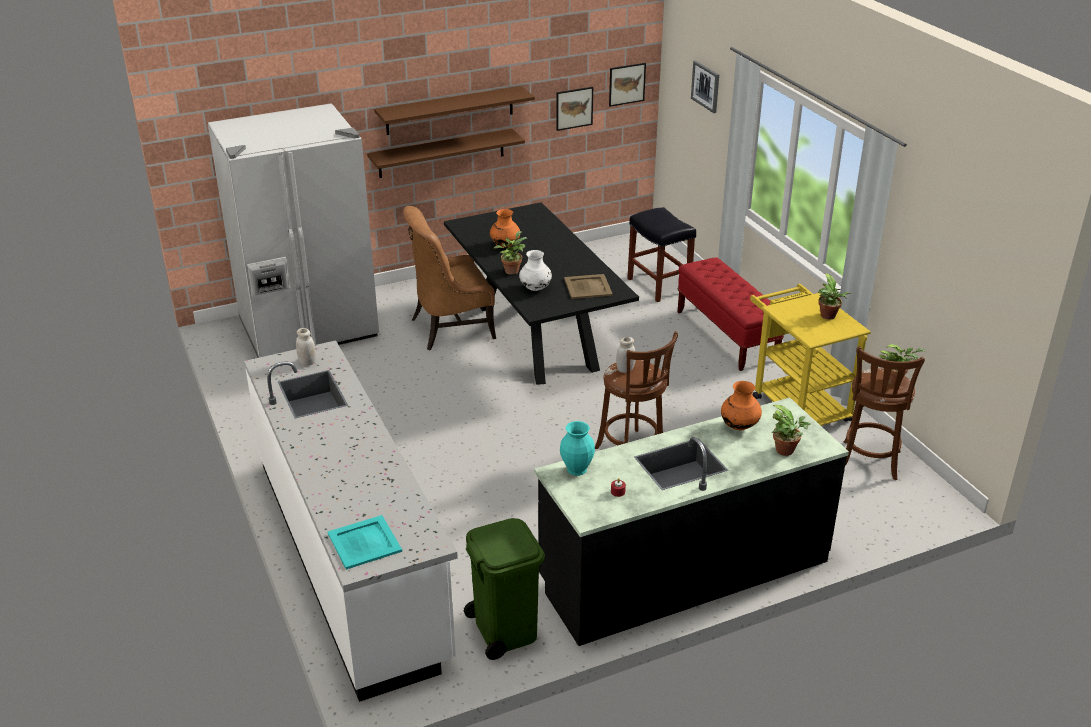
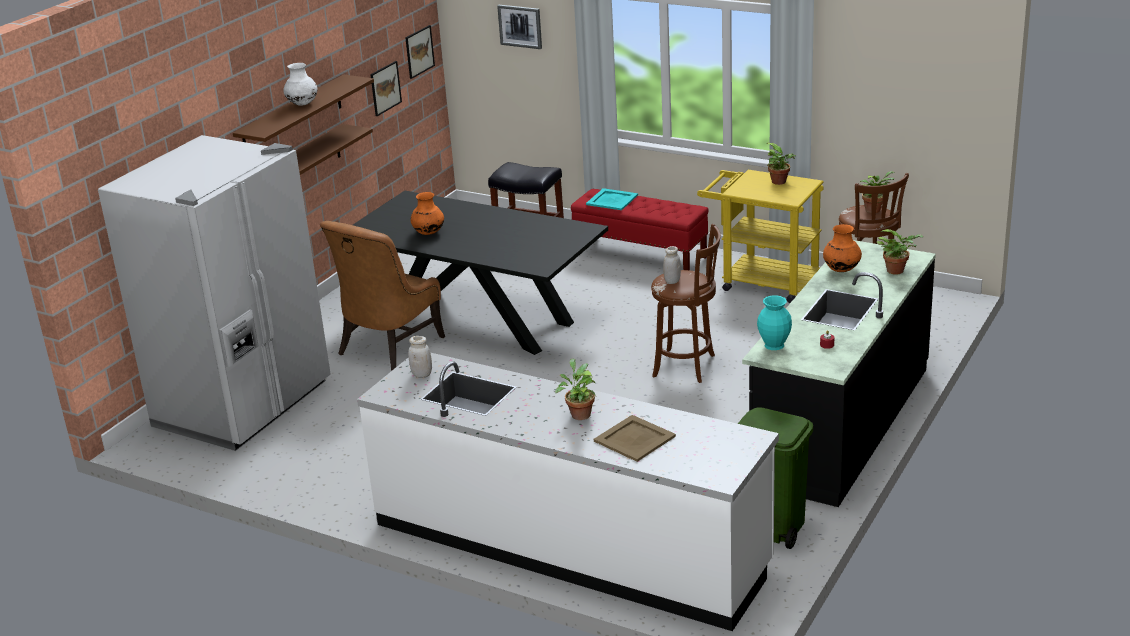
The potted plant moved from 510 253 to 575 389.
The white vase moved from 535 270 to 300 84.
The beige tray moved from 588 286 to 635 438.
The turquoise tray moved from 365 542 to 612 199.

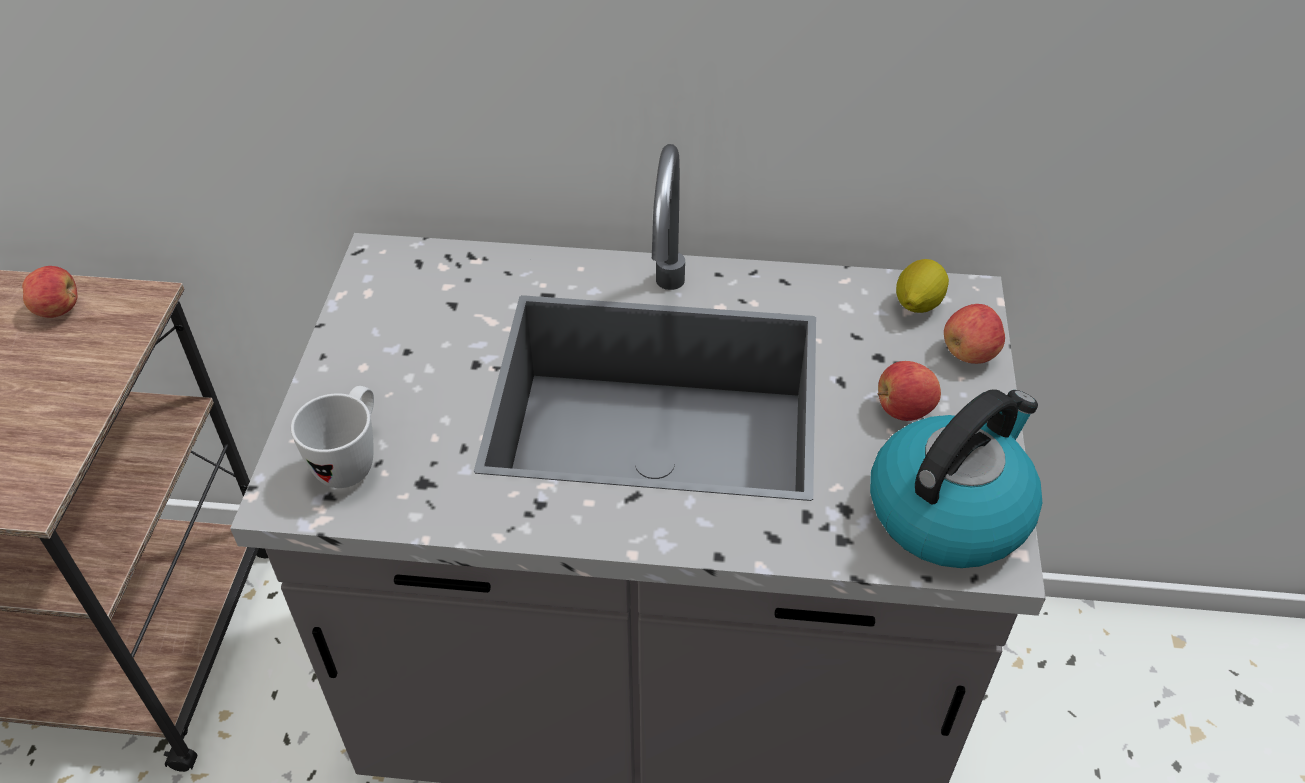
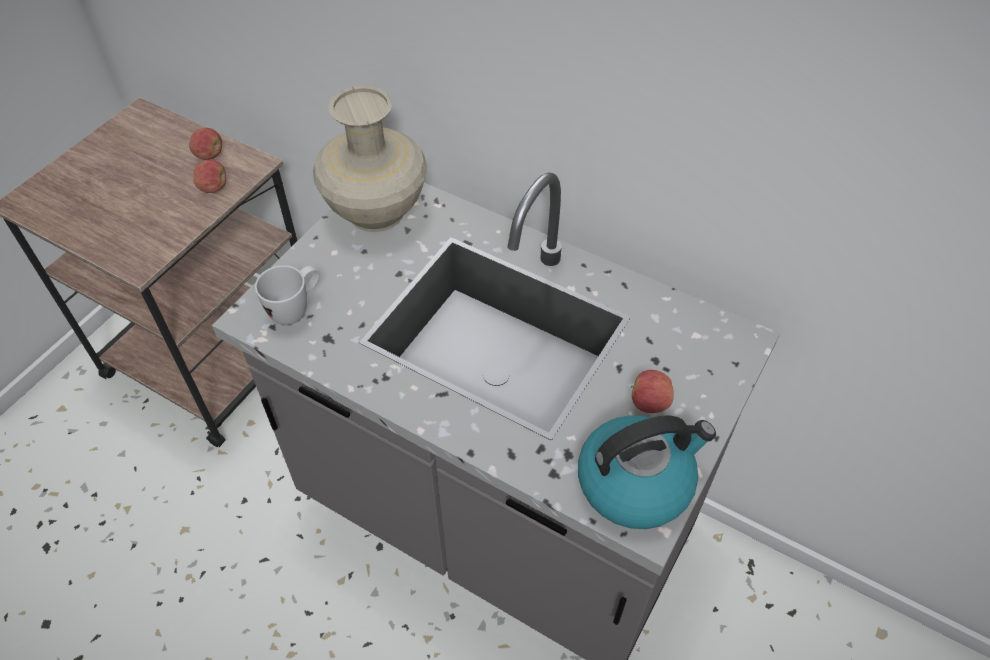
The lemon at 922 286 disappeared.
The apple moved from 974 334 to 209 176.
The beige vase at 370 158 appeared.

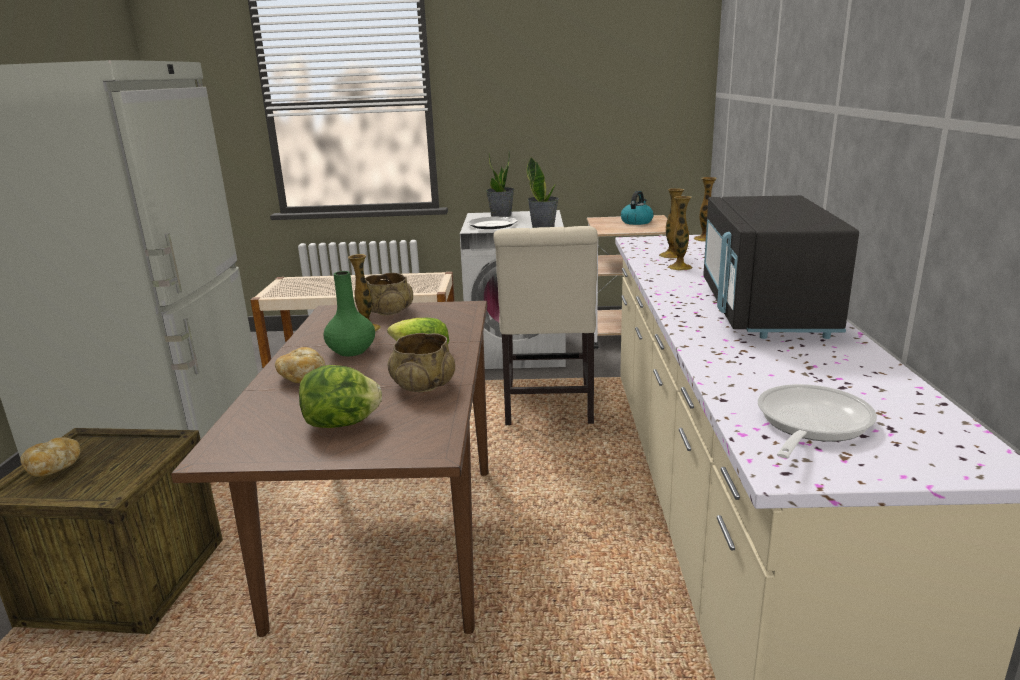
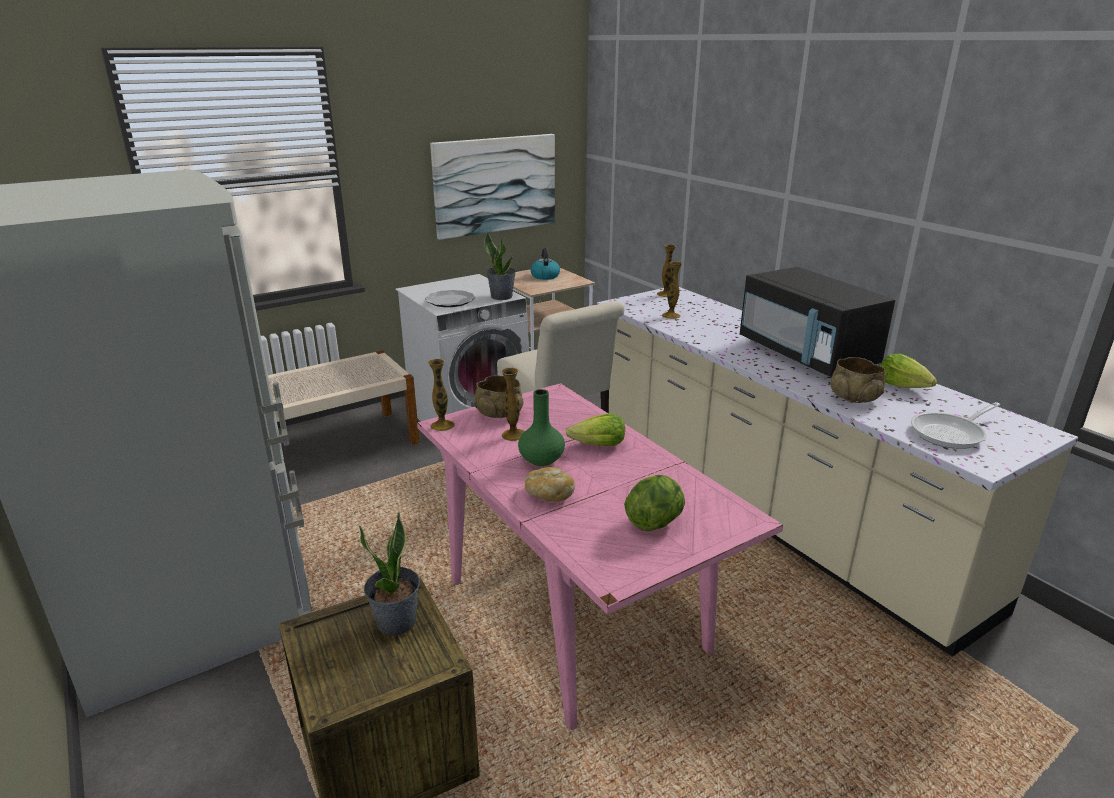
The potted plant moved from 500 184 to 389 574.
The vase moved from 680 233 to 441 395.
The brown dining table at 329 469 became the pink dining table at 600 556.
The beige bowl moved from 421 362 to 858 380.
The frying pan at 817 421 turned 120 degrees counterclockwise.
The bread at 50 457 disappeared.
The picture at 492 187 appeared.
The lettuce at 908 371 appeared.

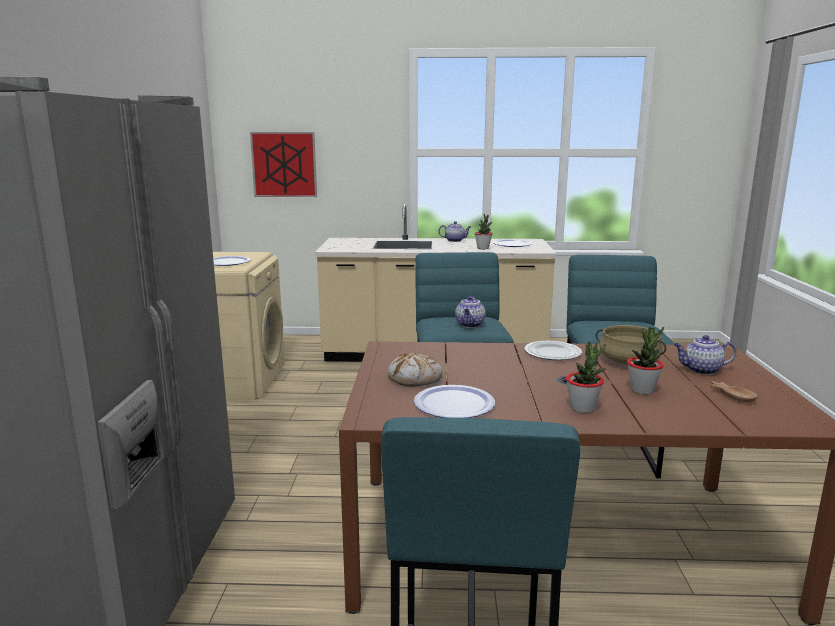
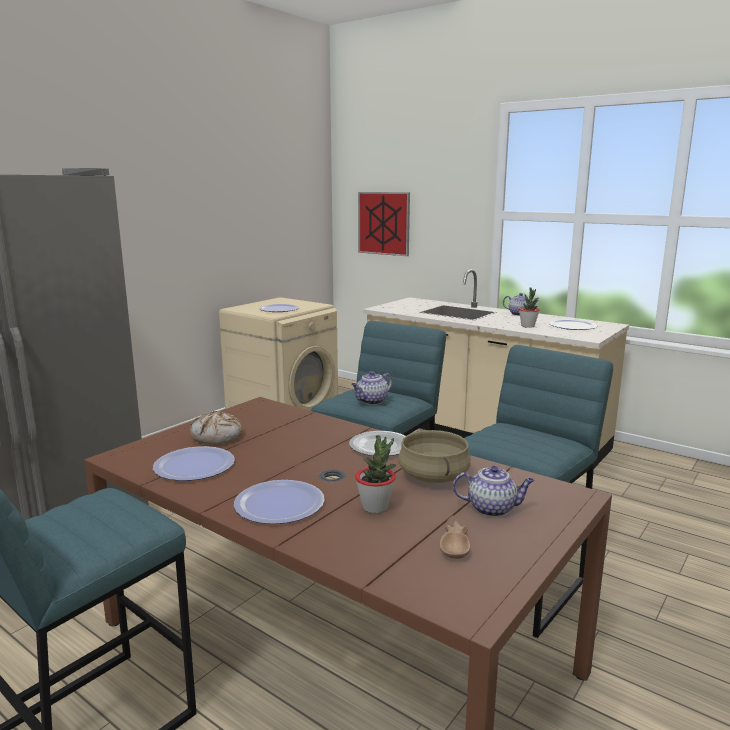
The teapot at 705 355 turned 150 degrees clockwise.
The potted plant at 586 377 was replaced by the plate at 279 502.

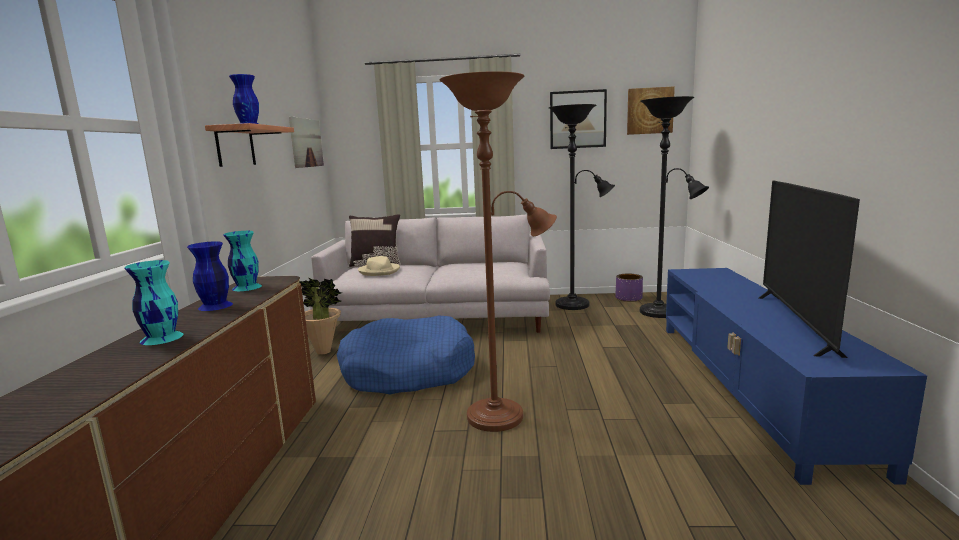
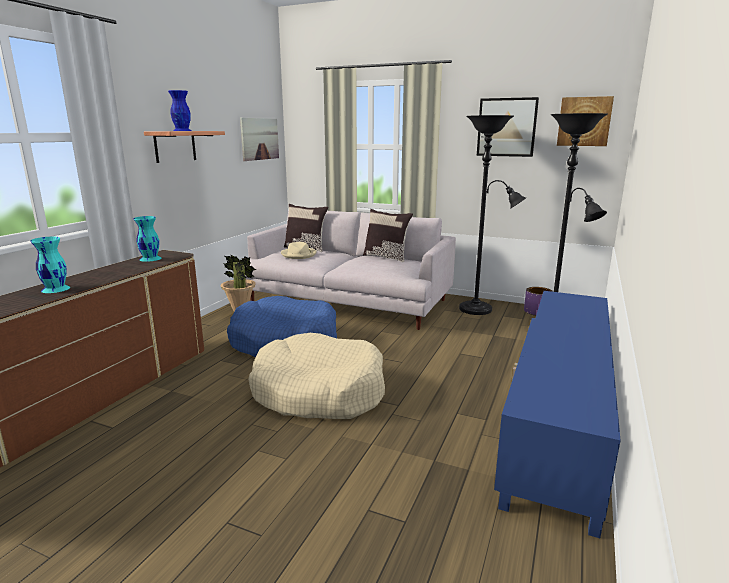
The brown floor lamp at 498 251 was replaced by the beige dog bed at 316 376.
The television at 809 269 disappeared.
The blue vase at 210 276 disappeared.
The pillow at 388 235 appeared.

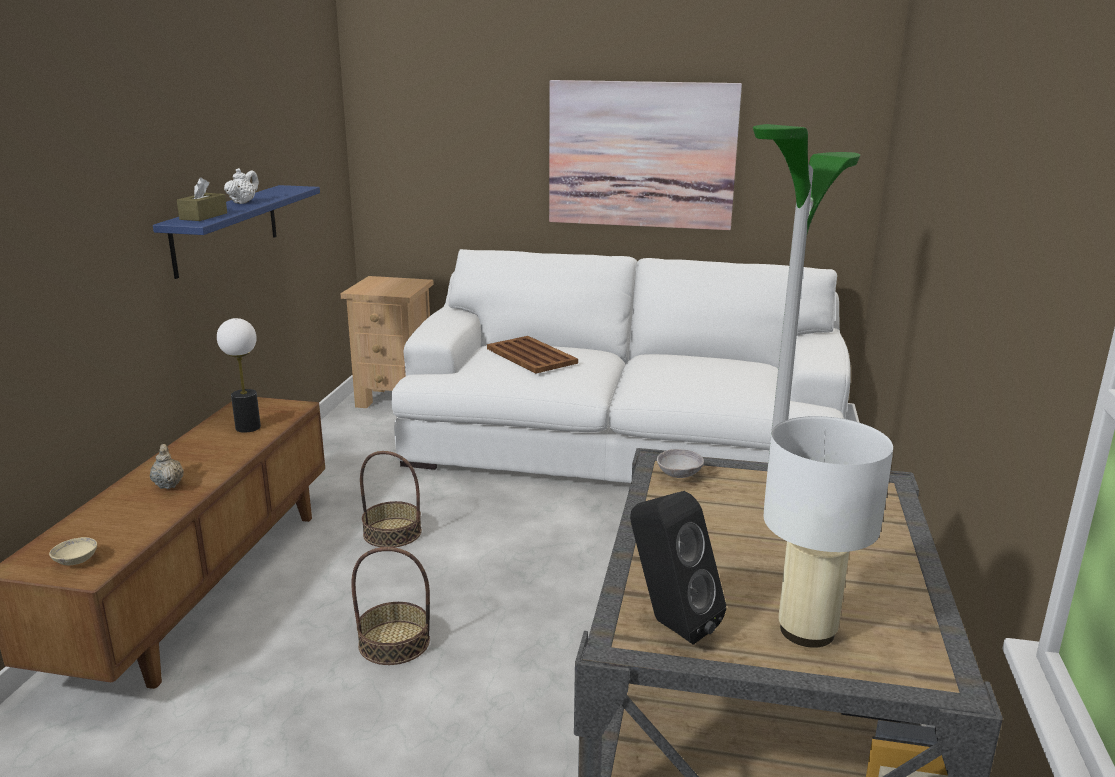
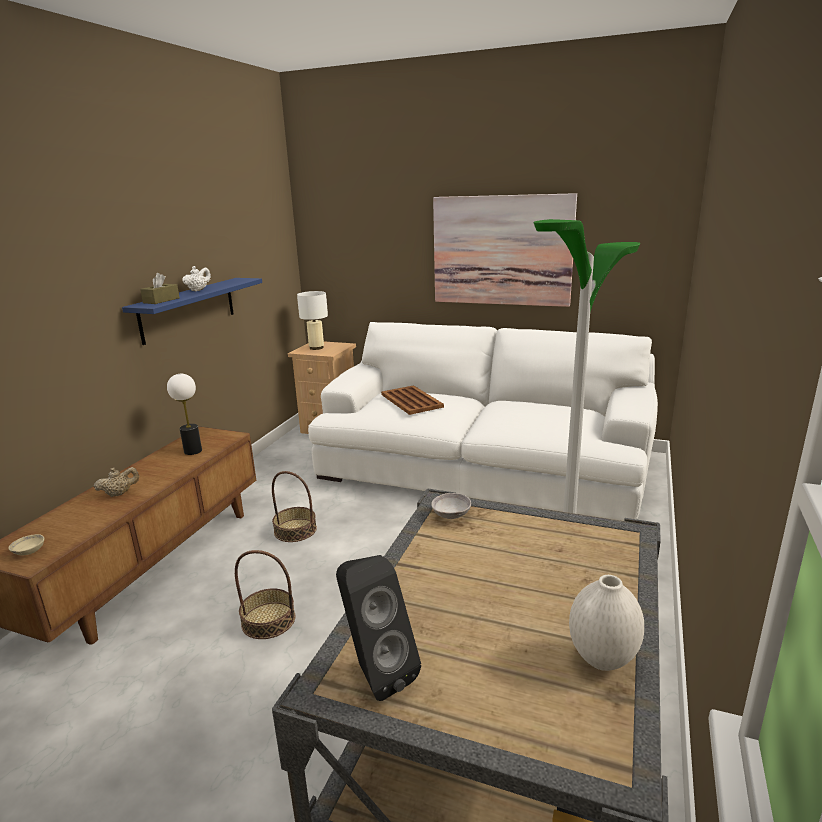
The white table lamp moved from 828 532 to 312 320.
The beige teapot at 167 466 turned 75 degrees clockwise.
The white vase at 606 623 appeared.

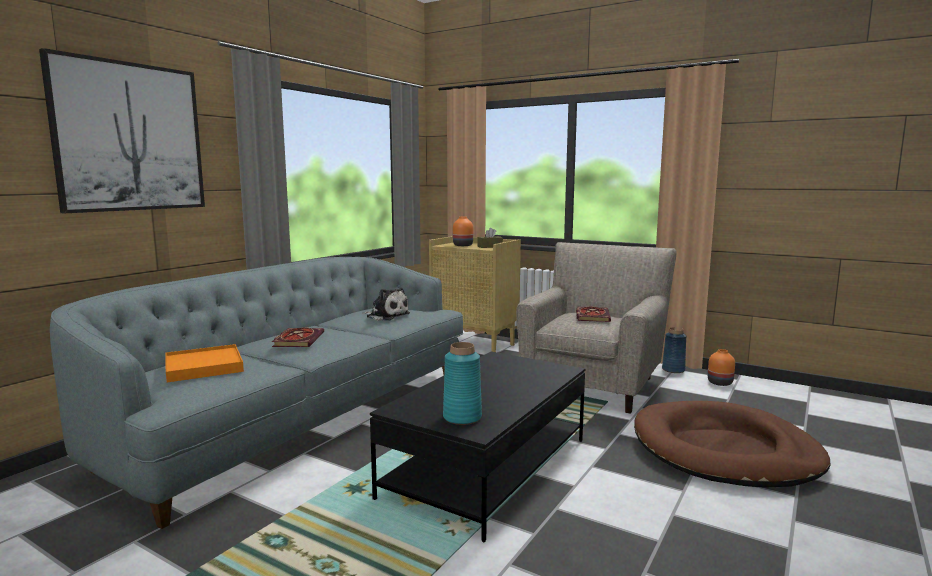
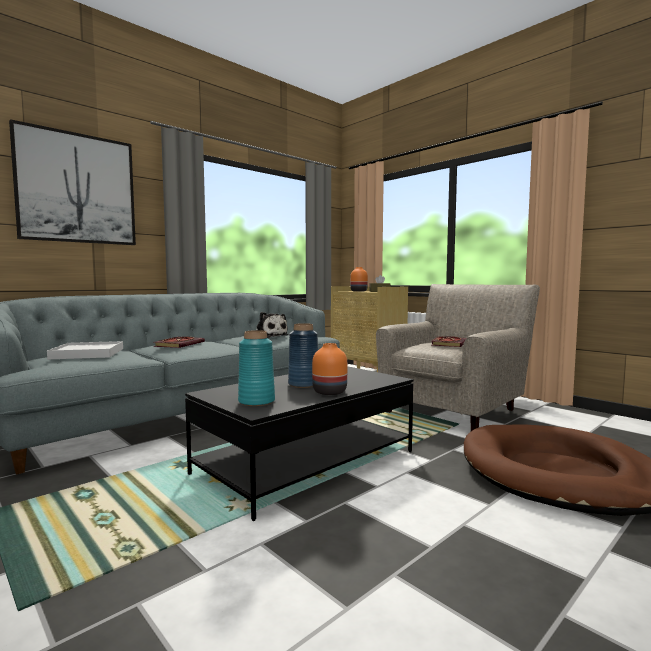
The blue vase moved from 674 350 to 303 355.
The orange tray at 204 363 became the white tray at 85 350.
The orange vase moved from 721 367 to 329 369.

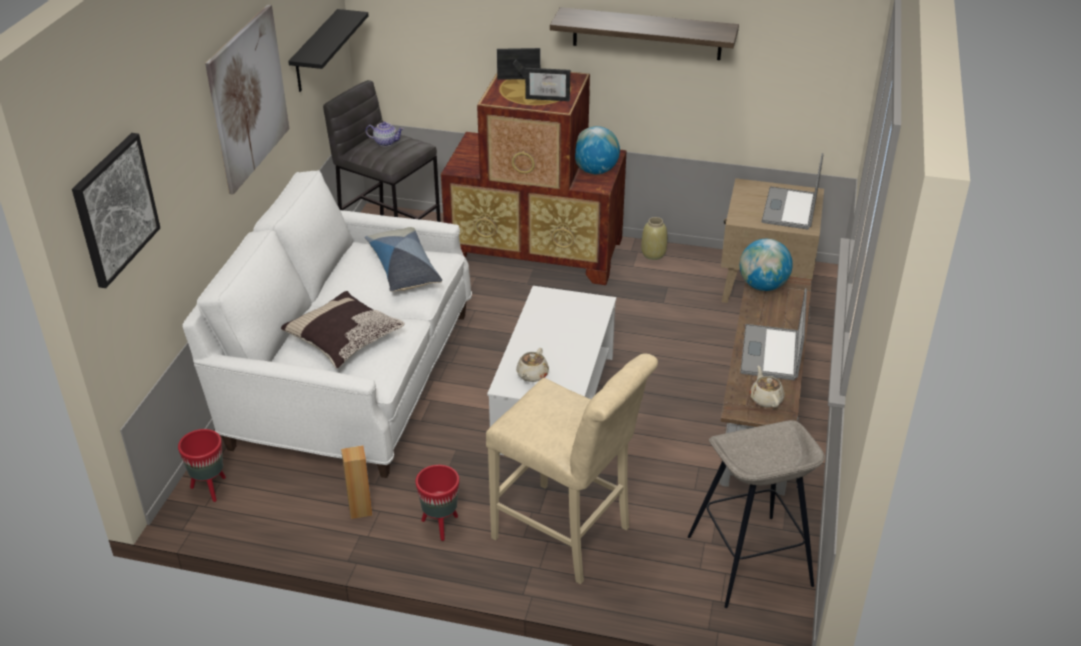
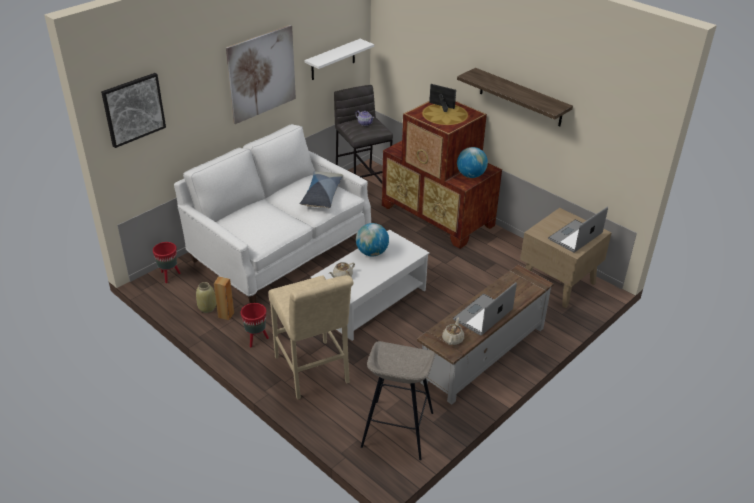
The black shelf at 328 50 became the white shelf at 339 59.
The picture frame at 547 84 disappeared.
The beige vase moved from 654 238 to 206 297.
The globe moved from 766 265 to 372 239.
The pillow at 343 329 disappeared.

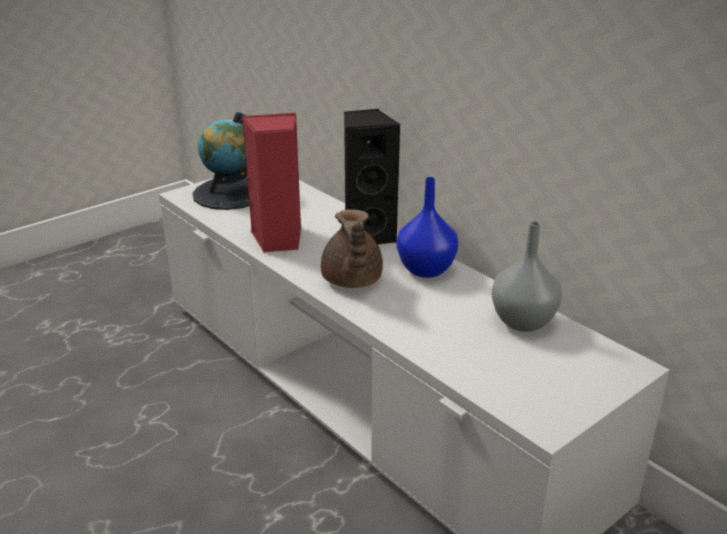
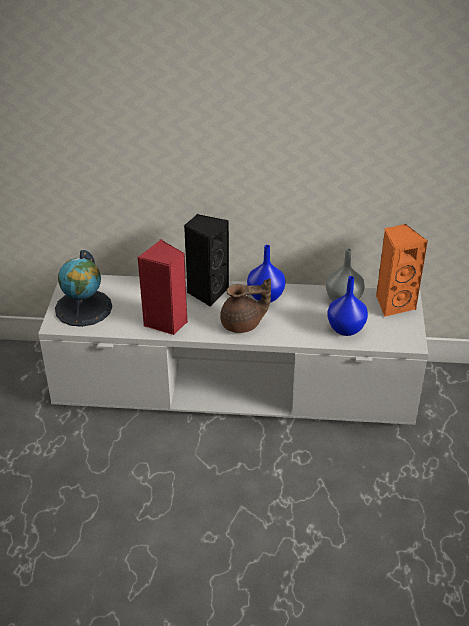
The brown teapot at 352 248 turned 45 degrees counterclockwise.
The orange speaker at 402 270 appeared.
The blue vase at 347 306 appeared.

